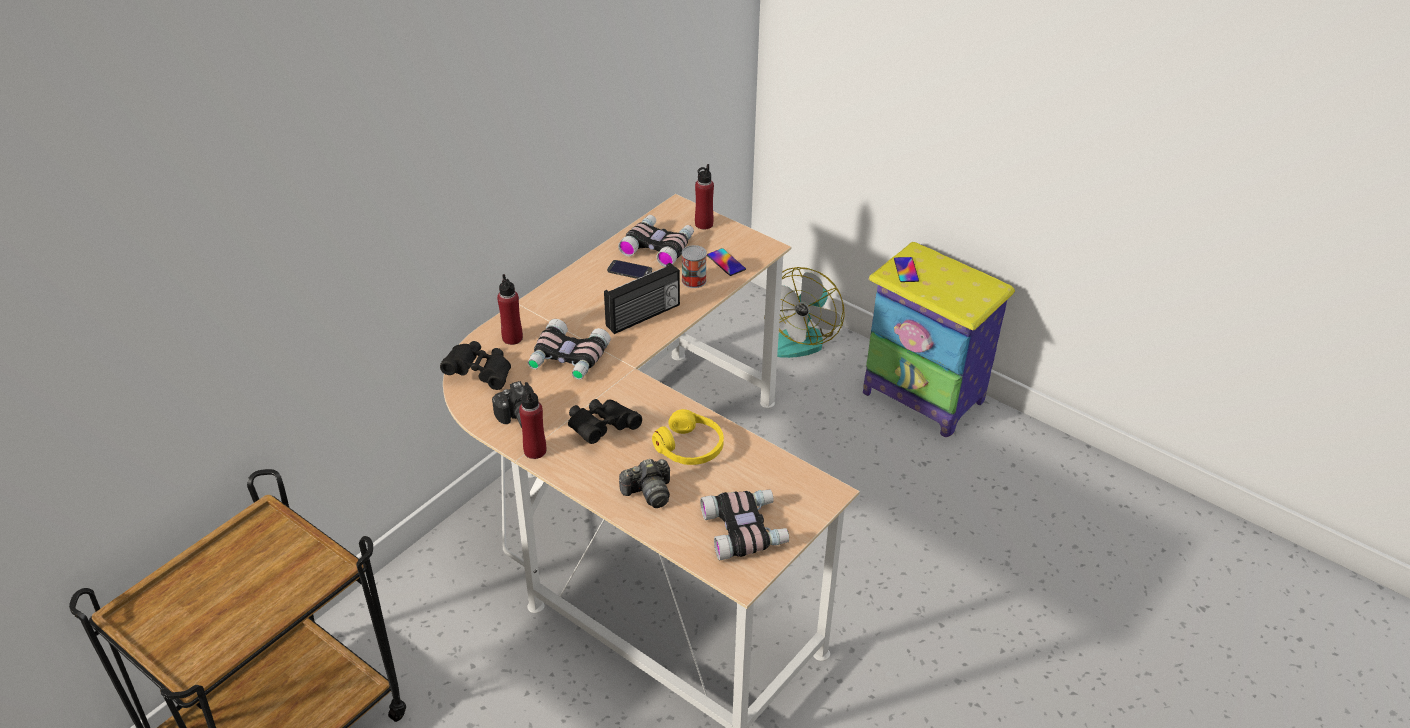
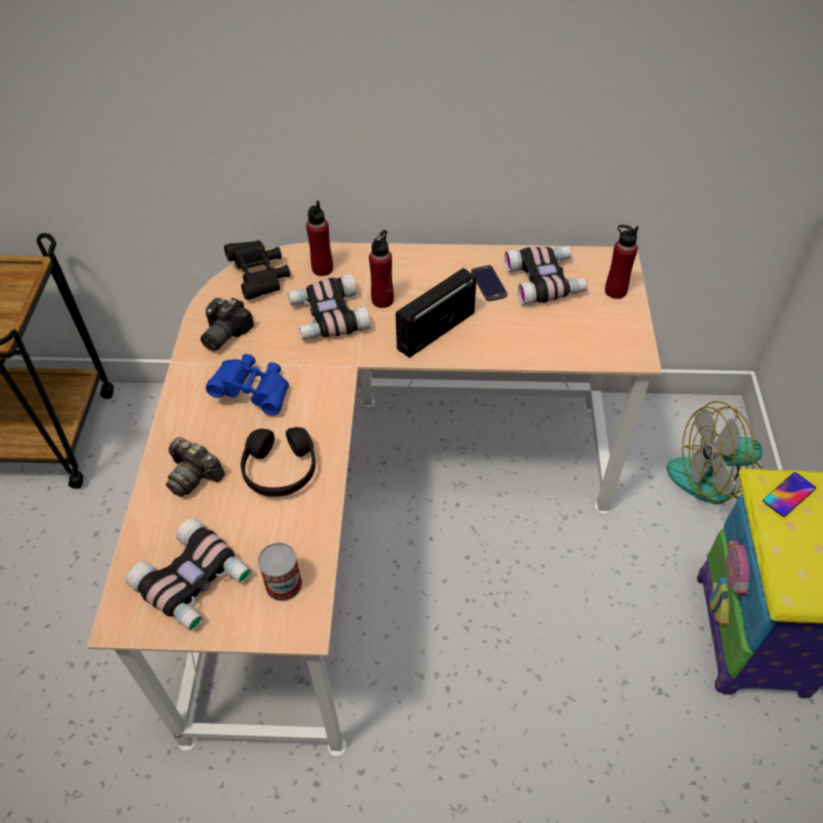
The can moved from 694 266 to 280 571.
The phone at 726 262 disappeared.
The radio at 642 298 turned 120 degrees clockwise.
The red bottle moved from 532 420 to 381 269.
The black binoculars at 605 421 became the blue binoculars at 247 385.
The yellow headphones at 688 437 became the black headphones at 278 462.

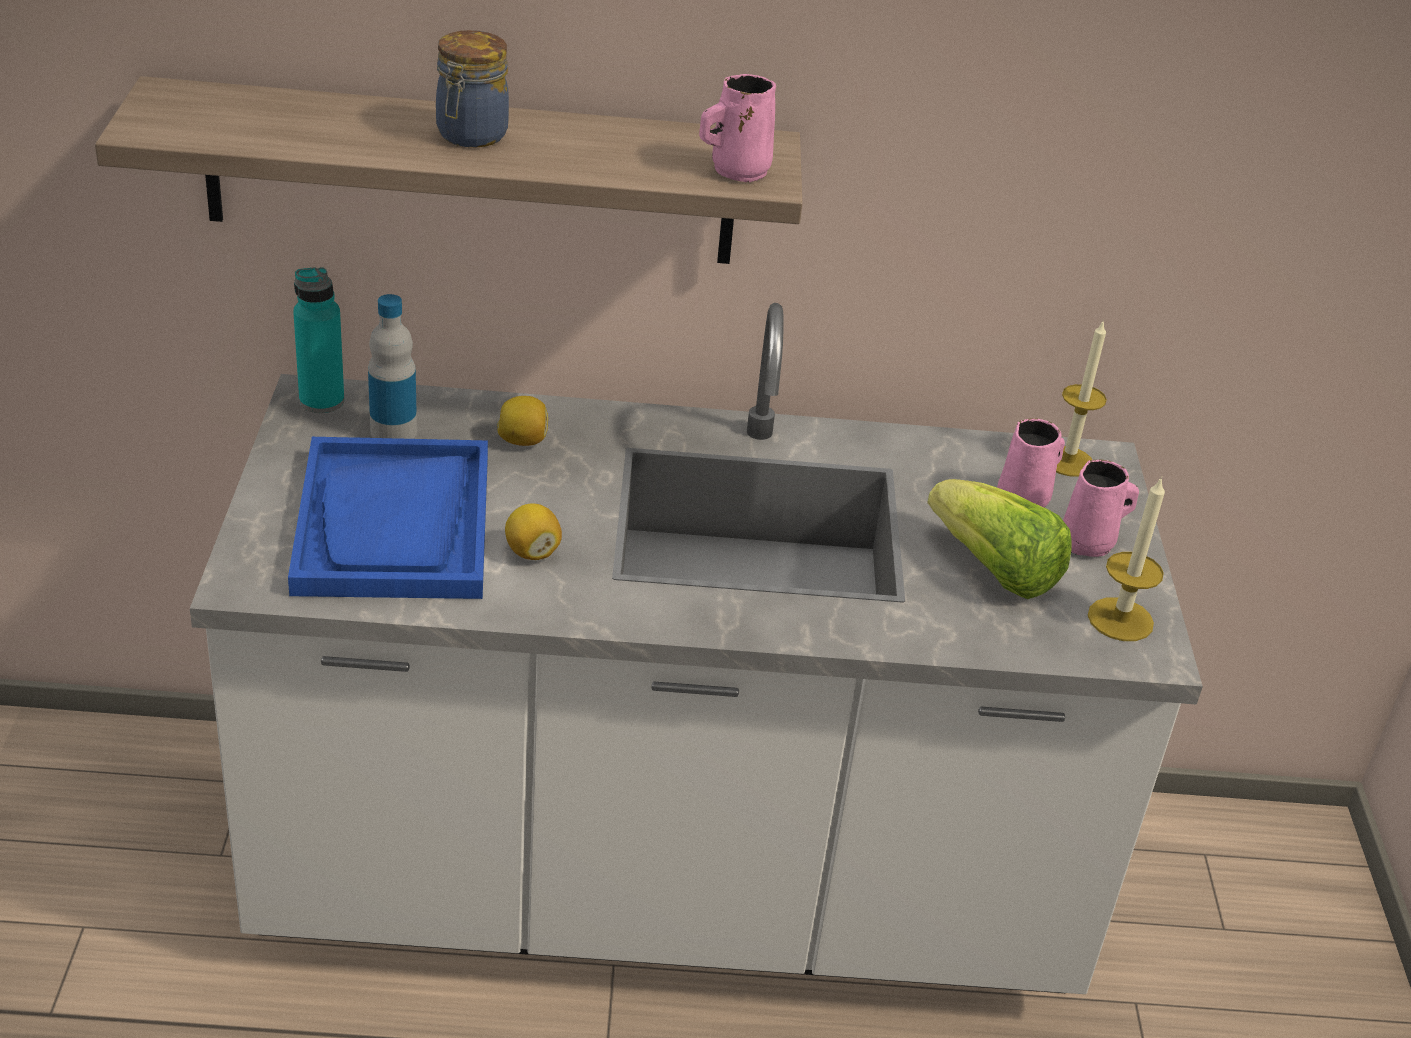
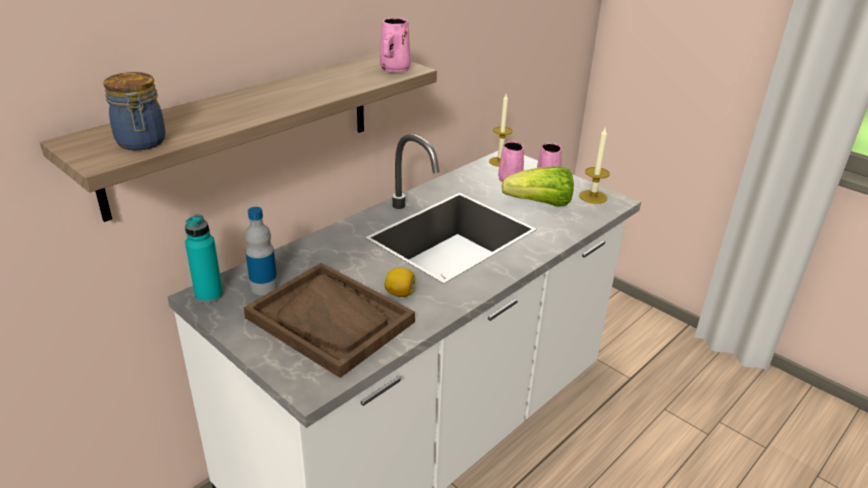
The jar moved from 472 88 to 134 111.
The lemon at 522 421 disappeared.
The blue tray at 388 518 became the brown tray at 329 320.

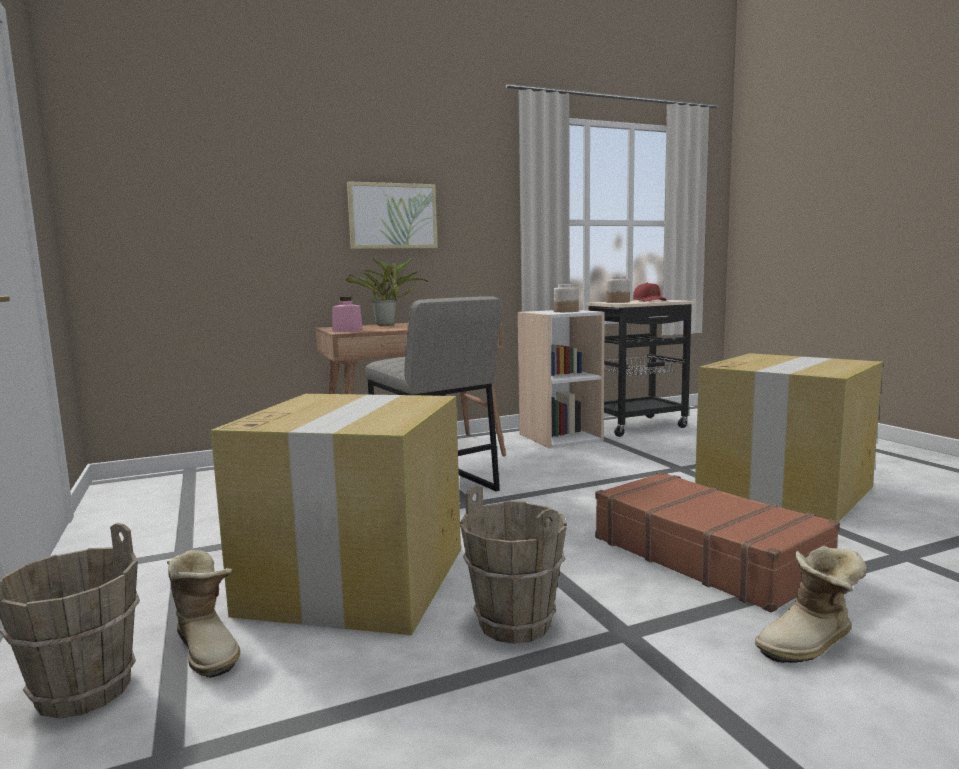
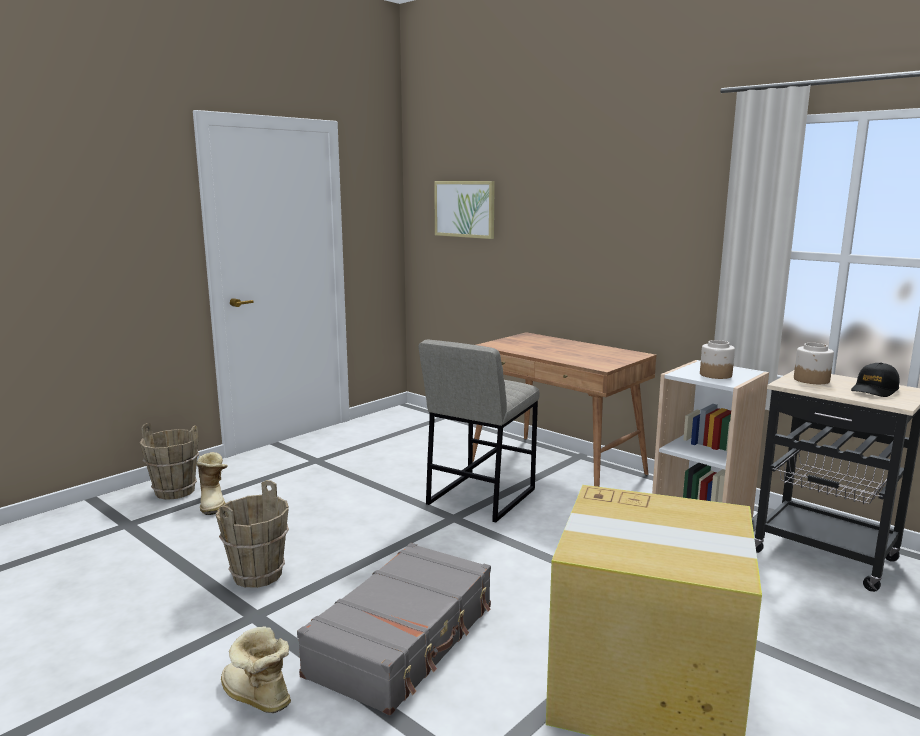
The picture moved from 392 215 to 464 210.
The potted plant at 387 291 disappeared.
The red cap at 650 292 became the black cap at 875 380.
The pink jar at 347 314 disappeared.
The cardboard box at 335 514 disappeared.
The brown suitcase at 717 542 became the grey suitcase at 394 629.
The boot at 203 614 turned 45 degrees counterclockwise.

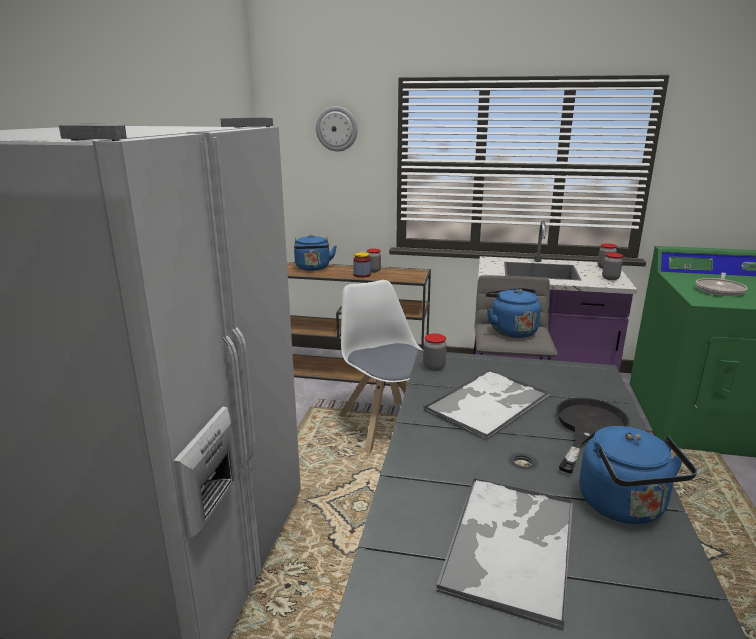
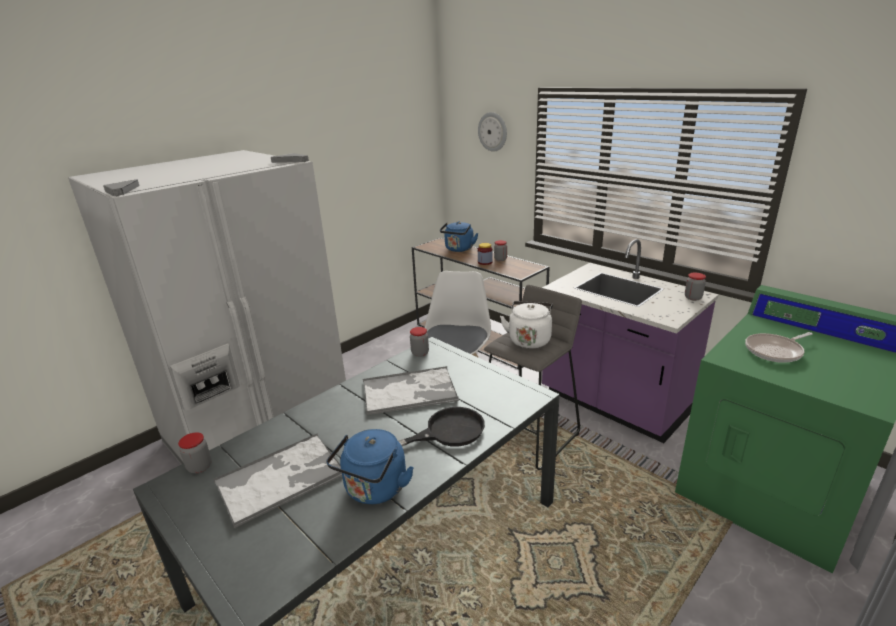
The jar moved from 612 266 to 194 452.
The blue kettle at 513 313 became the white kettle at 526 325.

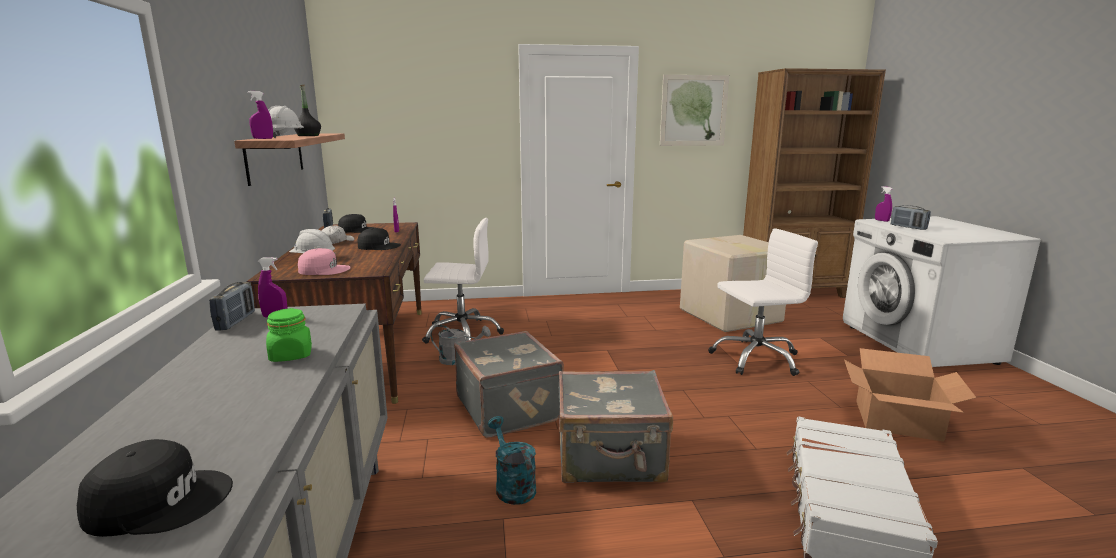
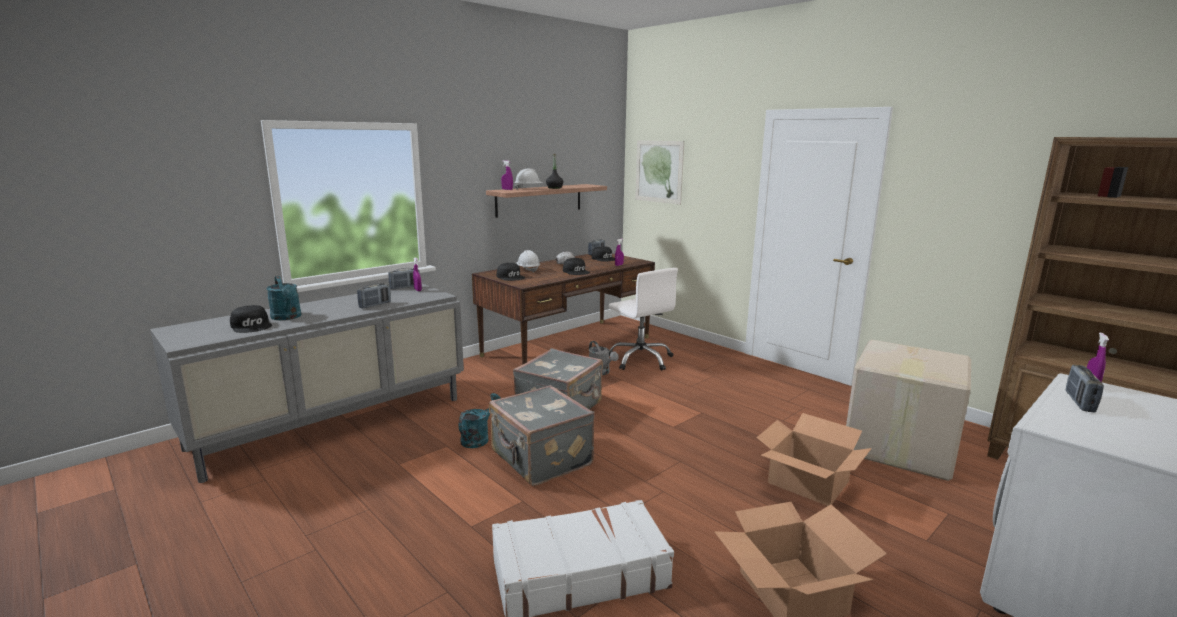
The picture moved from 694 110 to 659 172.
The white office chair at 763 302 was replaced by the cardboard box at 814 459.
The pink cap at 324 261 became the black cap at 511 272.
The green jar at 289 335 was replaced by the radio at 374 295.
The turquoise watering can at 284 298 appeared.

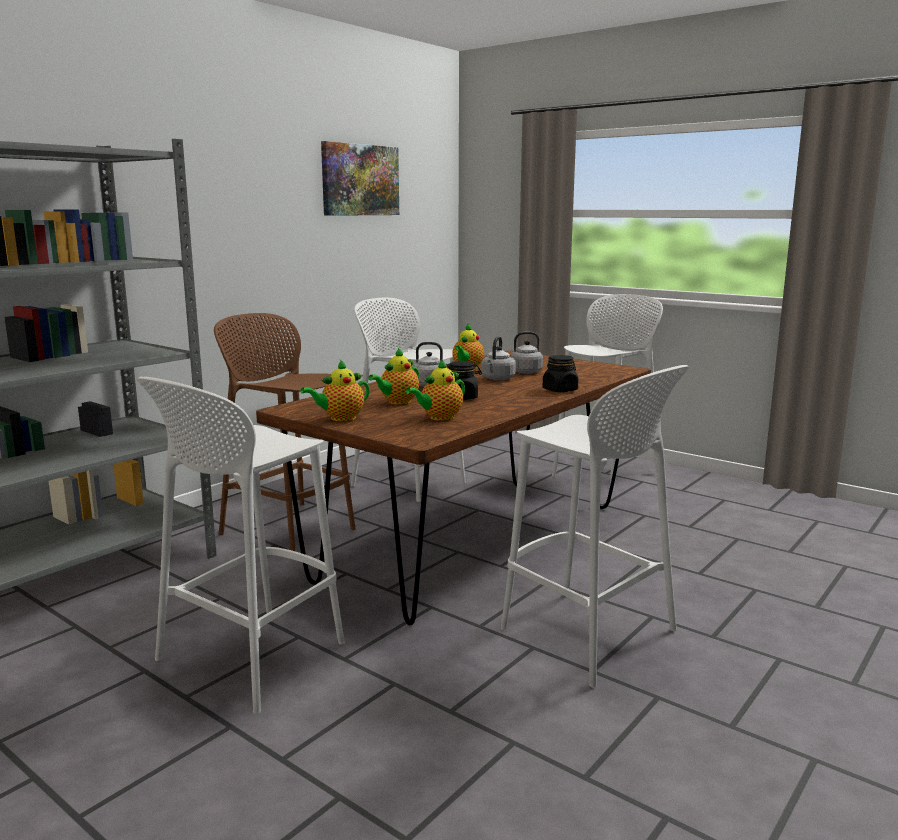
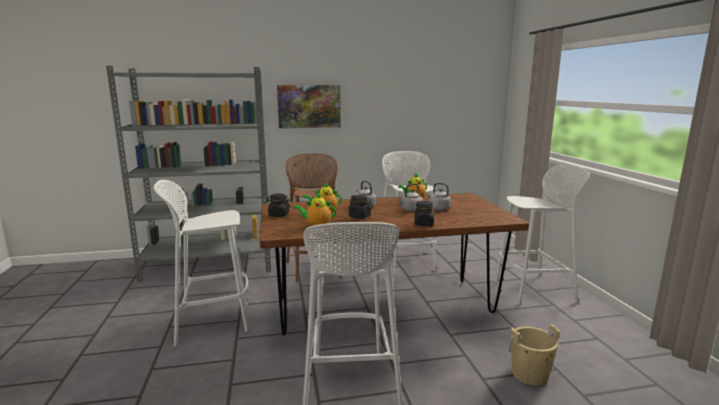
The picture moved from 360 178 to 309 106.
The teapot at 335 390 was replaced by the black jar at 278 205.
The beige bucket at 534 355 appeared.

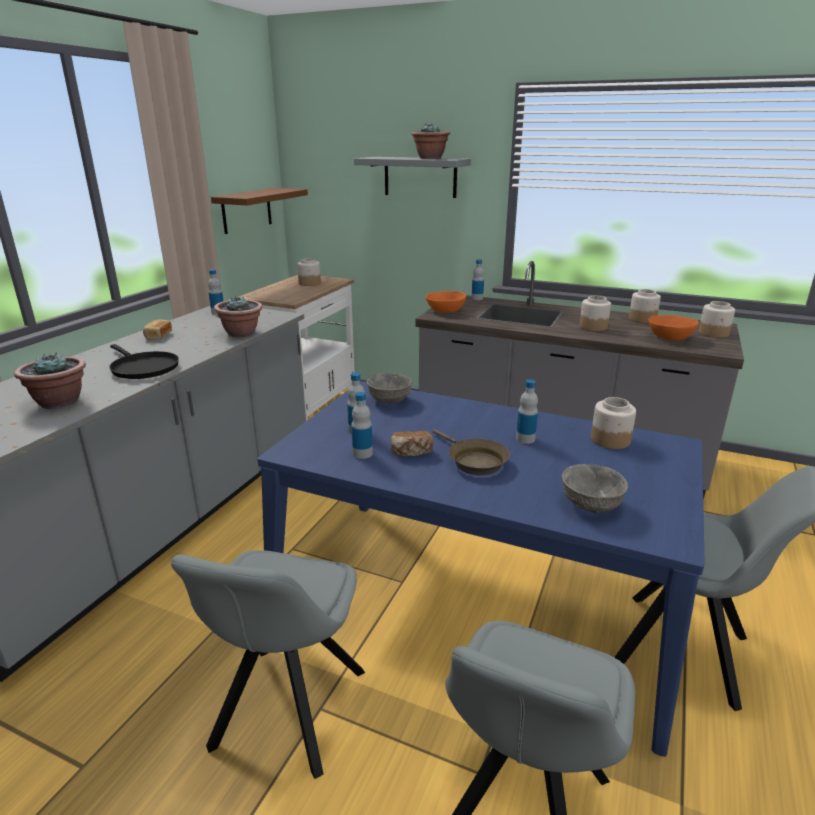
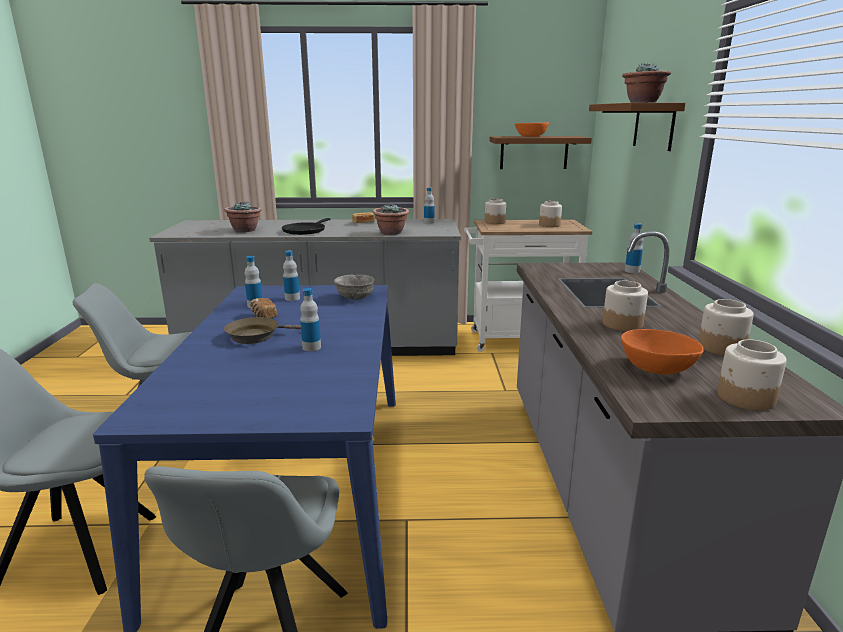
The grey shelf at 412 177 became the brown shelf at 637 127.
The orange bowl moved from 445 302 to 532 129.
The jar moved from 613 423 to 495 211.
The brown frying pan at 471 452 turned 45 degrees clockwise.
The grey bowl at 595 488 disappeared.

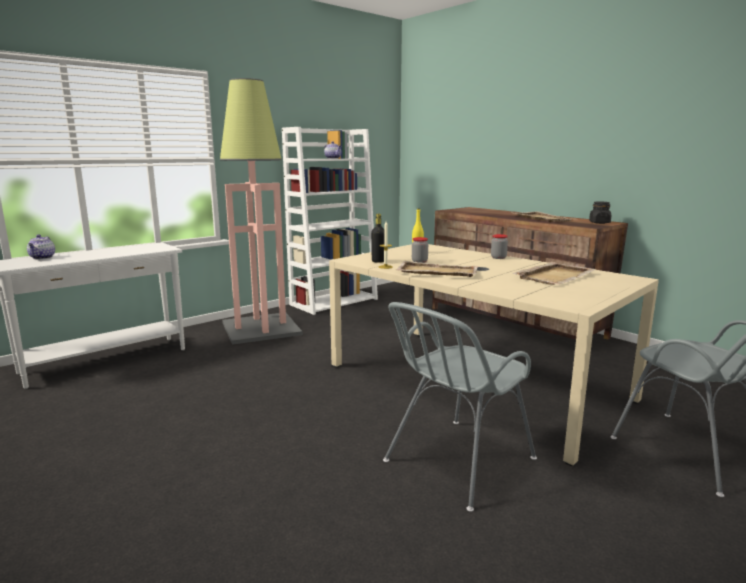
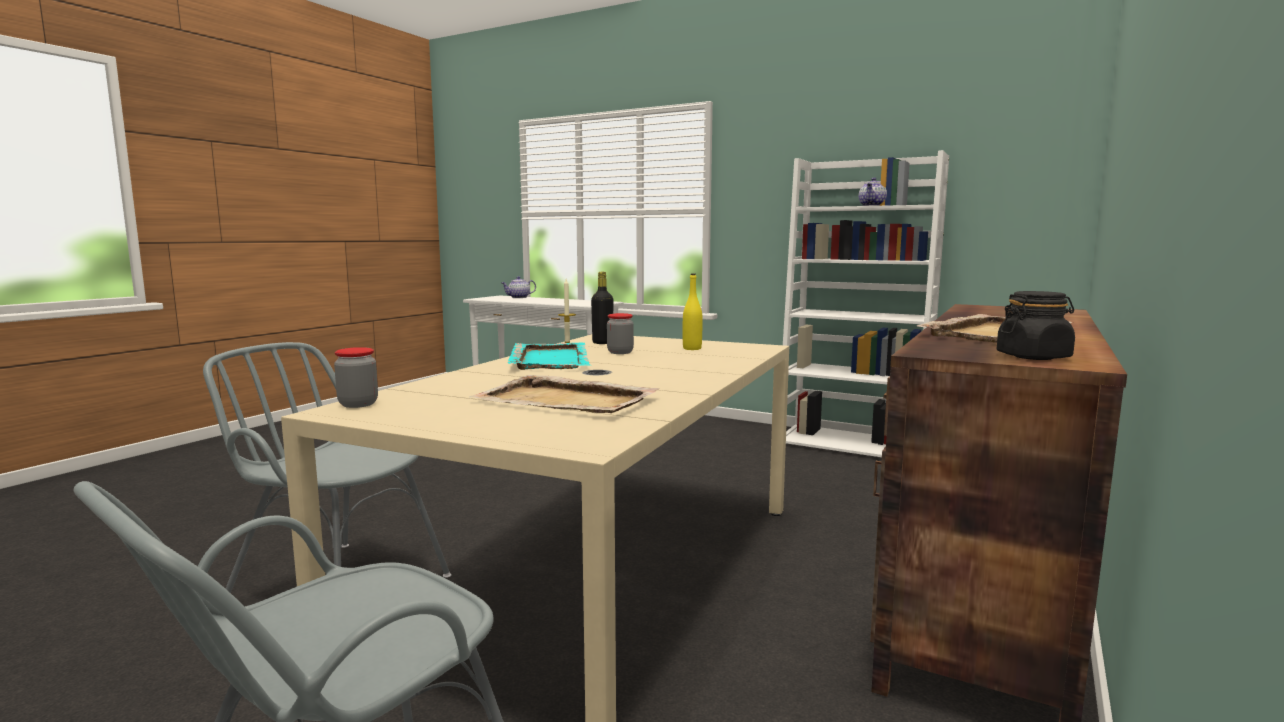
The floor lamp at 261 211 disappeared.
The jar moved from 499 246 to 356 377.
The beige tray at 436 269 became the turquoise tray at 548 356.

